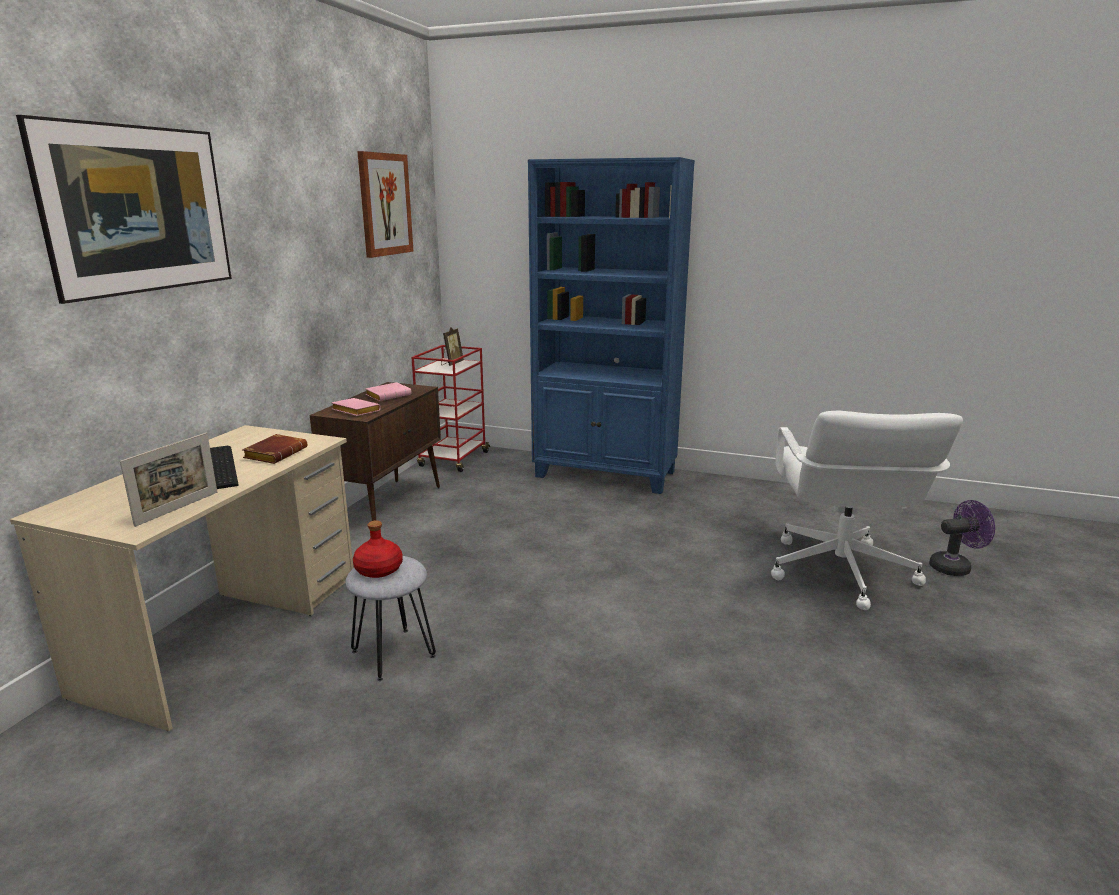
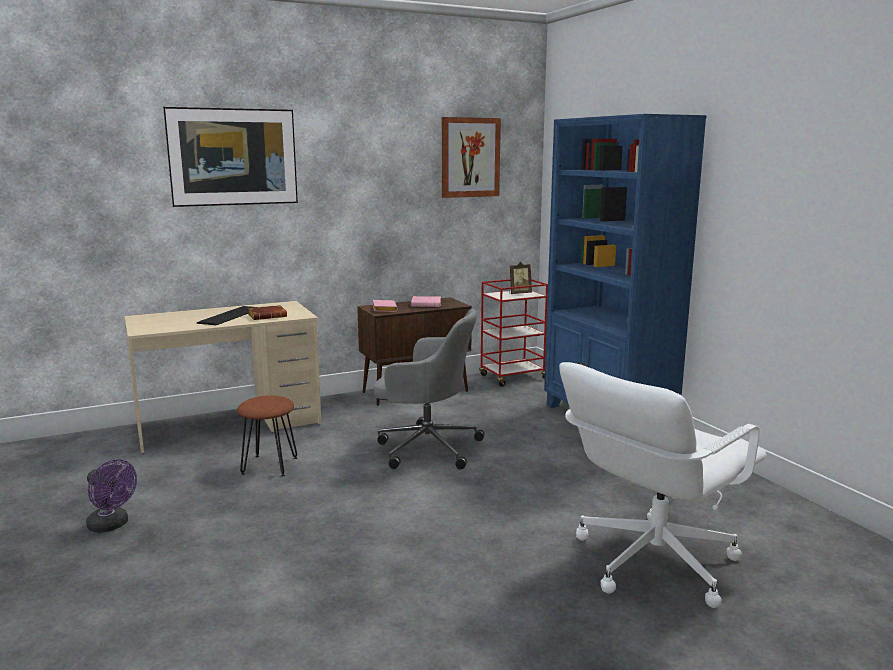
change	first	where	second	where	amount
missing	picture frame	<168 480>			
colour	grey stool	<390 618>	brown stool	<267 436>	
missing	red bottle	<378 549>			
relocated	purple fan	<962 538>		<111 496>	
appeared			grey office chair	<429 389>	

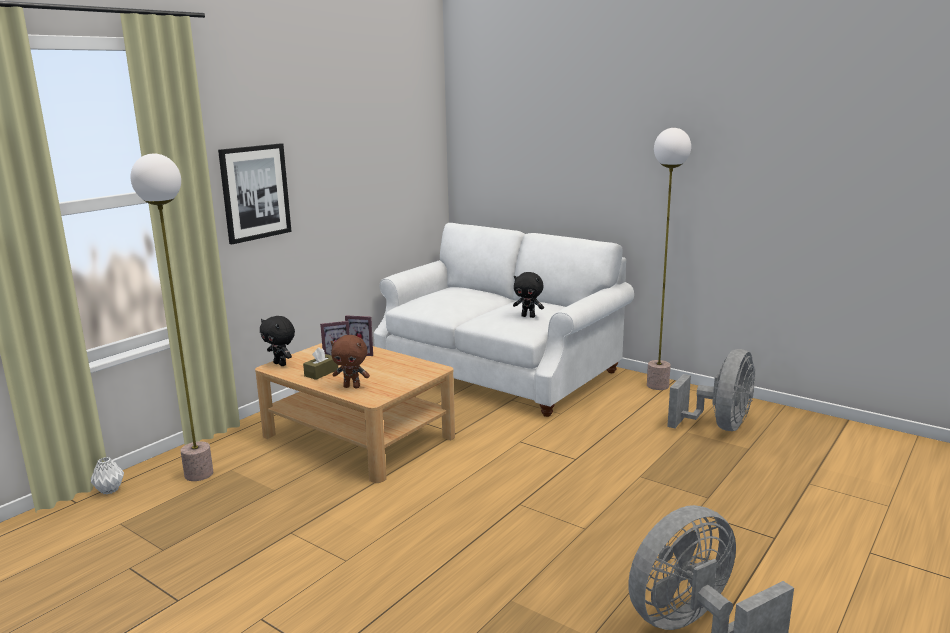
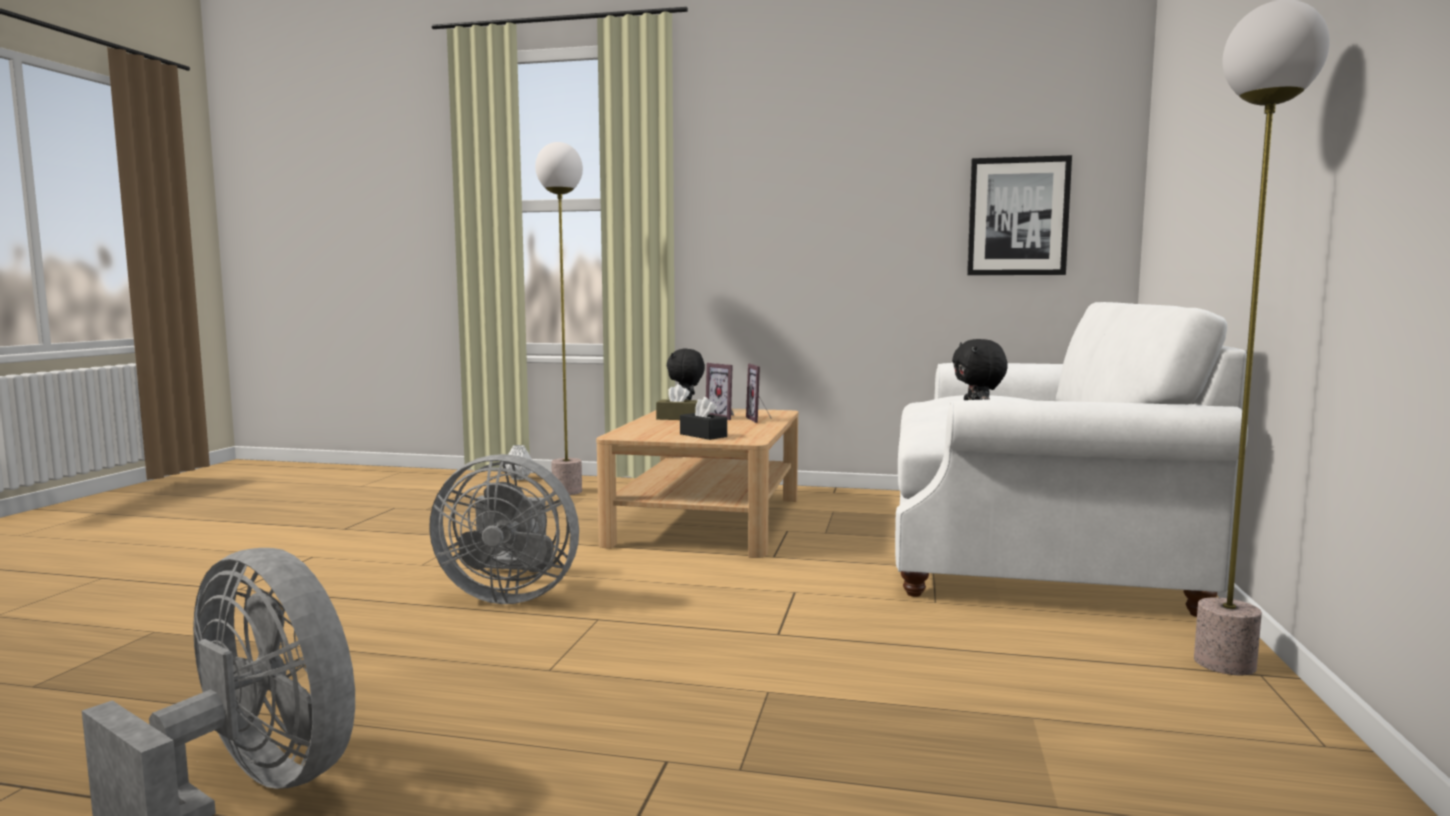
change	first	where	second	where	amount
relocated	picture	<255 193>		<1019 215>	
missing	brown plush toy	<350 361>			
relocated	grey fan	<711 390>		<504 529>	
appeared			black tissue box	<703 418>	

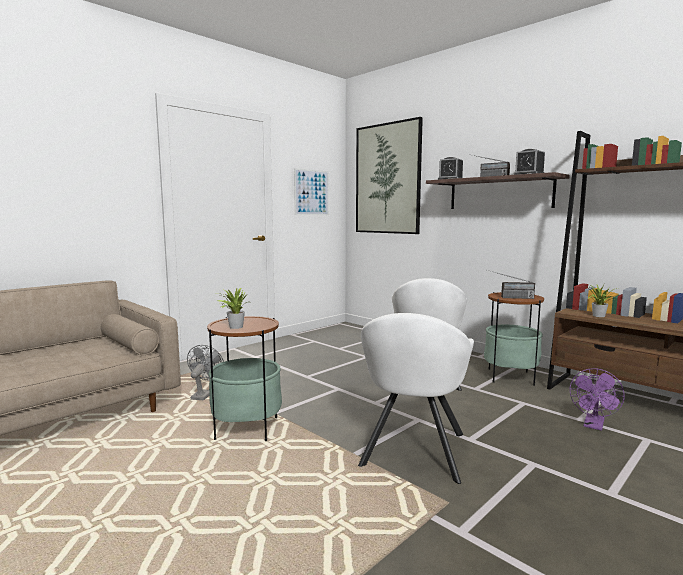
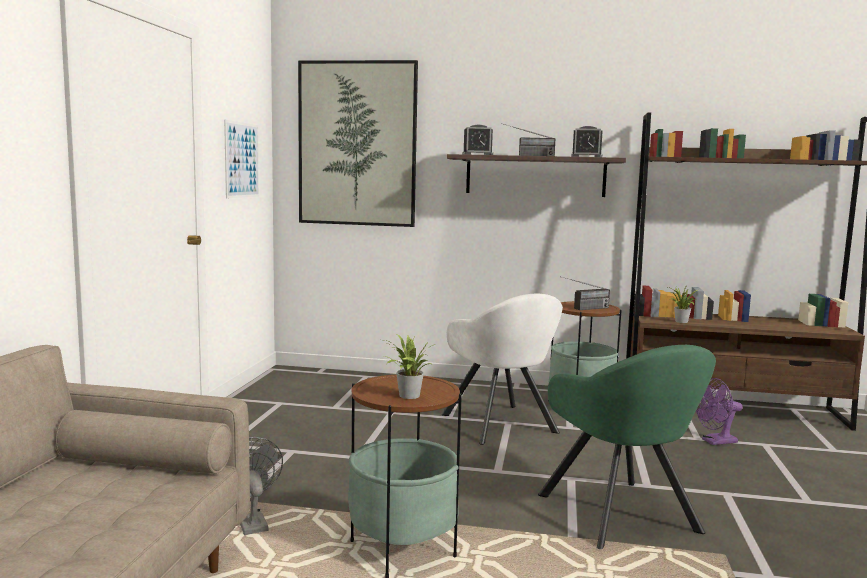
change	first	where	second	where	amount
colour	white armchair	<416 398>	green armchair	<627 447>	
spun	purple fan	<597 399>		<719 411>	75 degrees clockwise

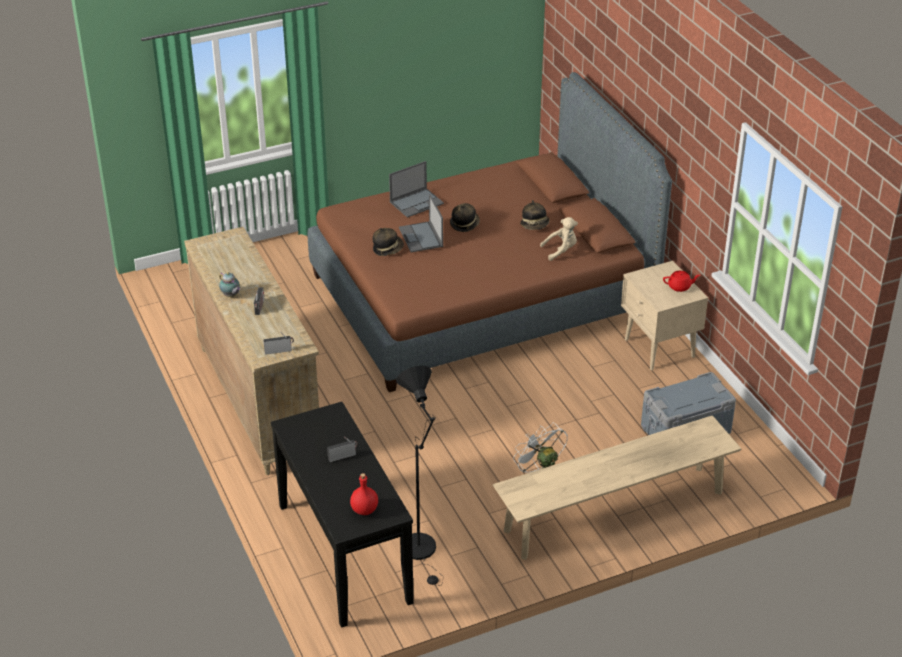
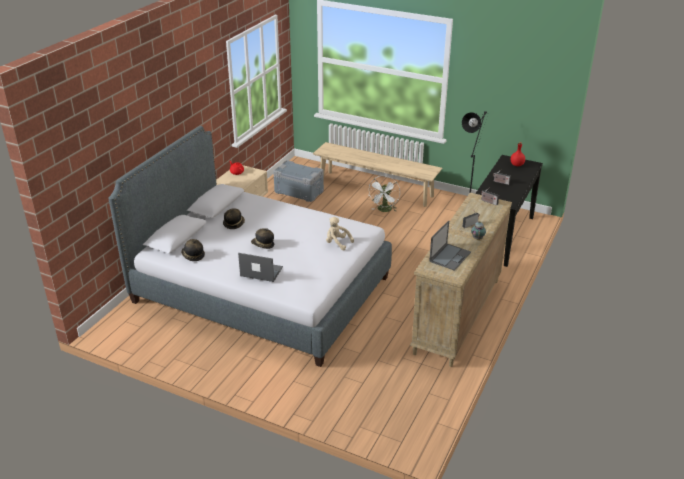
change	first	where	second	where	amount
colour	brown bed	<490 232>	grey bed	<250 246>	
relocated	hat	<388 242>		<193 250>	
relocated	laptop	<421 223>		<450 245>	
relocated	beige plush toy	<559 239>		<340 233>	

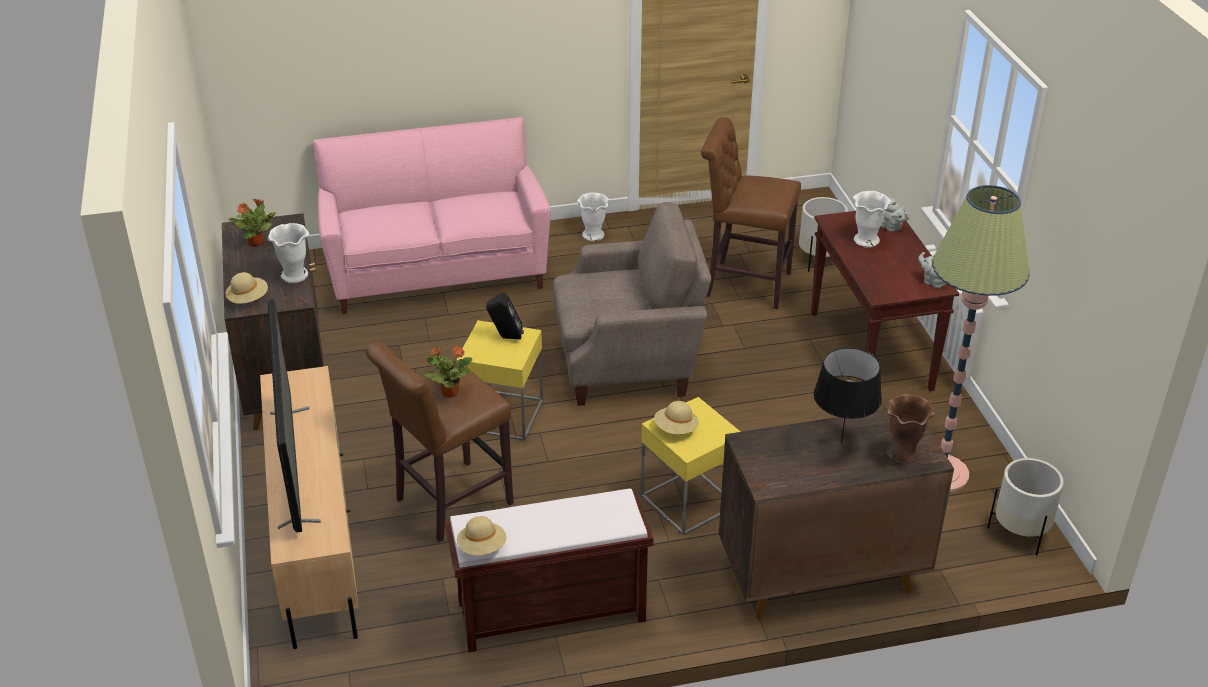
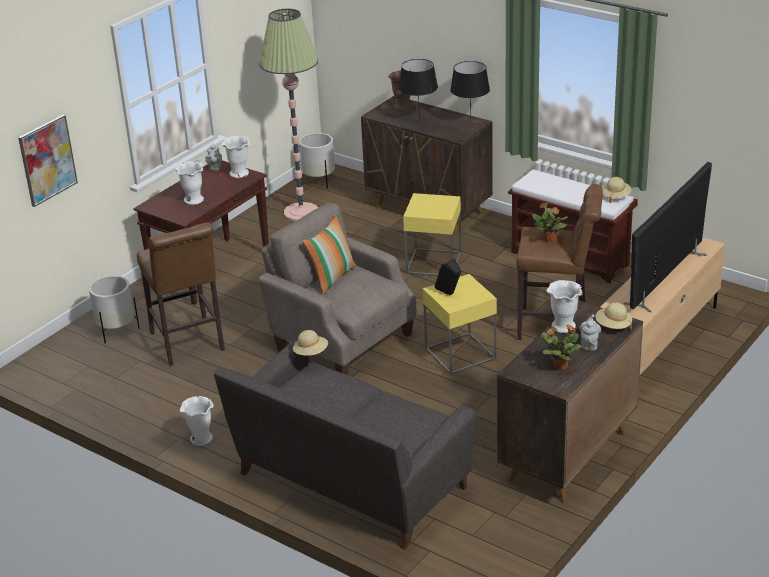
change	first	where	second	where	amount
colour	pink sofa	<432 215>	grey sofa	<345 445>	
relocated	beige hat	<676 417>		<310 343>	
relocated	grey teapot	<895 214>		<590 333>	
appeared			picture	<48 161>	
appeared			white vase	<236 157>	
appeared			pillow	<330 254>	
appeared			black table lamp	<470 91>	

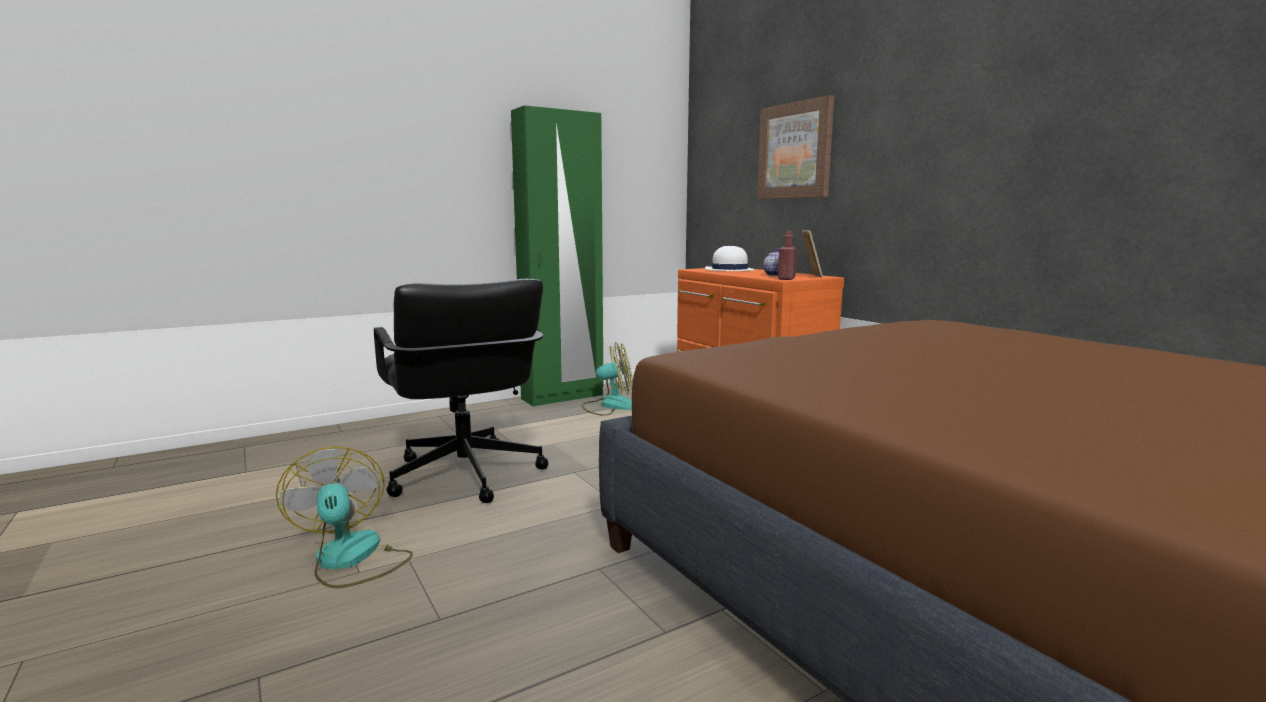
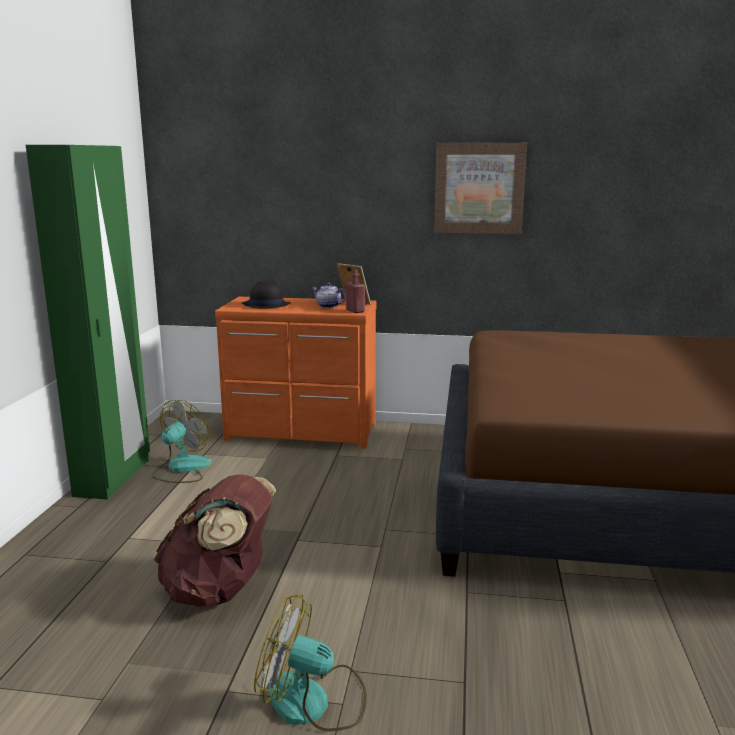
change	first	where	second	where	amount
exchanged	black office chair	<461 391>	brown backpack	<215 540>	
colour	white hat	<730 258>	black hat	<266 294>	
relocated	picture	<795 147>		<480 188>	

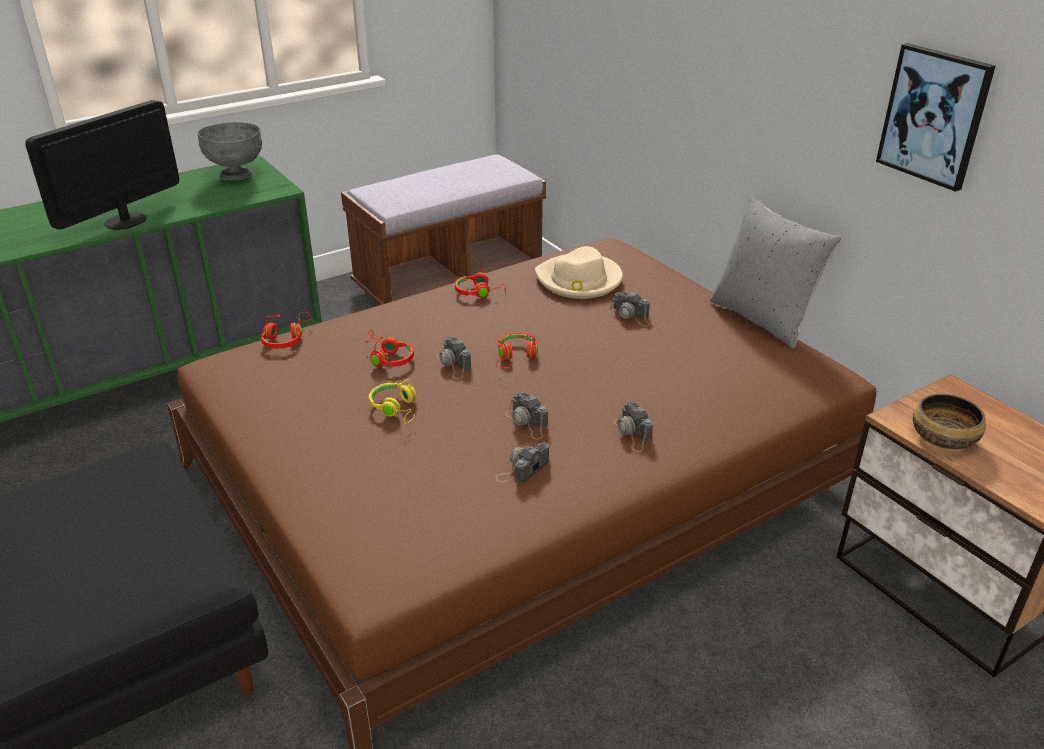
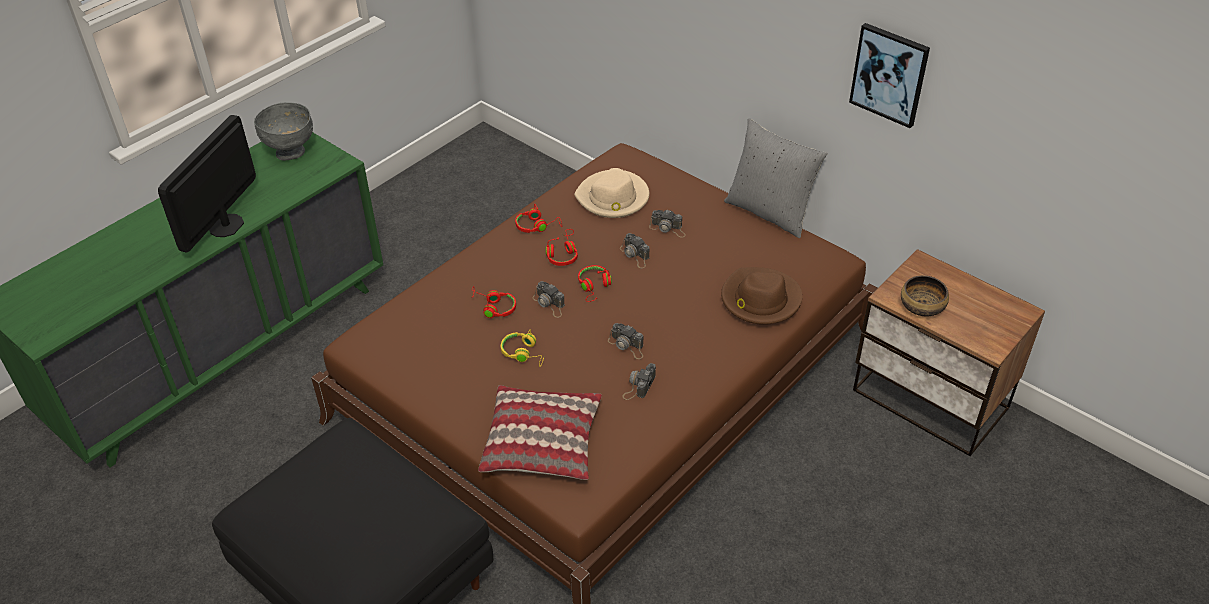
change	first	where	second	where	amount
relocated	red headphones	<286 330>		<562 247>	
missing	brown bench	<443 230>			
relocated	photo camera	<633 426>		<634 250>	
appeared			pillow	<540 432>	
appeared			brown hat	<762 296>	

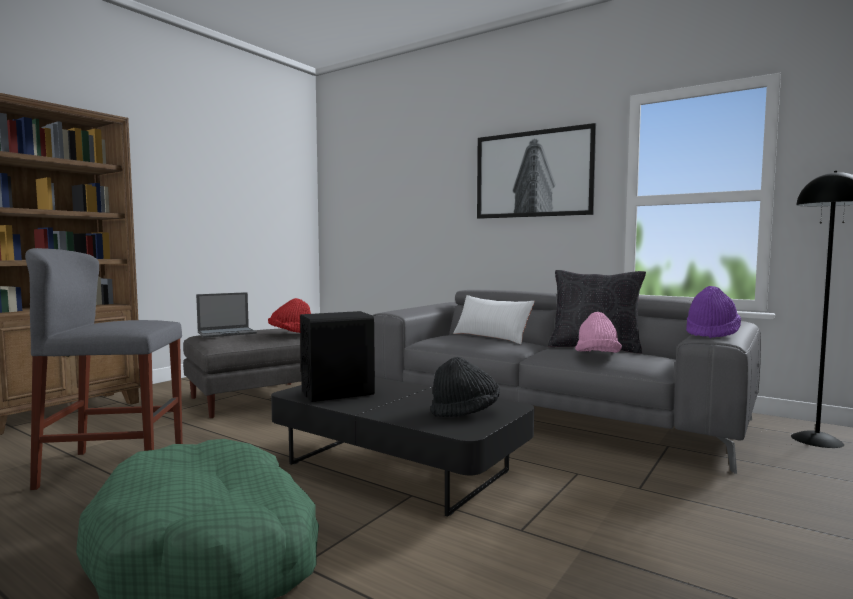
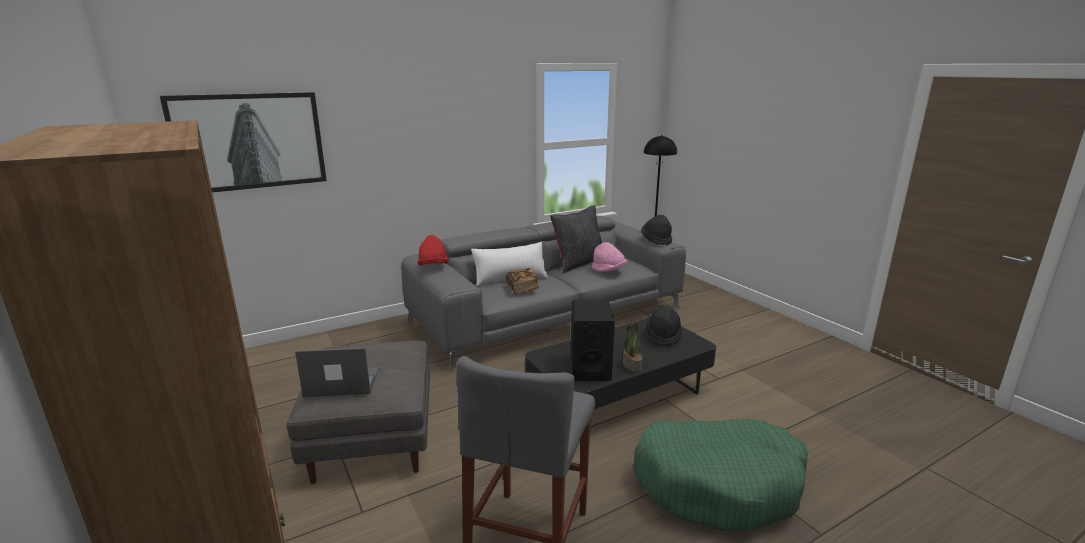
change	first	where	second	where	amount
spun	laptop	<226 315>		<337 372>	90 degrees counterclockwise
relocated	red hat	<289 315>		<433 250>	
relocated	picture	<536 171>		<243 142>	
colour	purple hat	<713 312>	black hat	<656 230>	
appeared			book	<522 281>	
appeared			potted plant	<632 347>	

